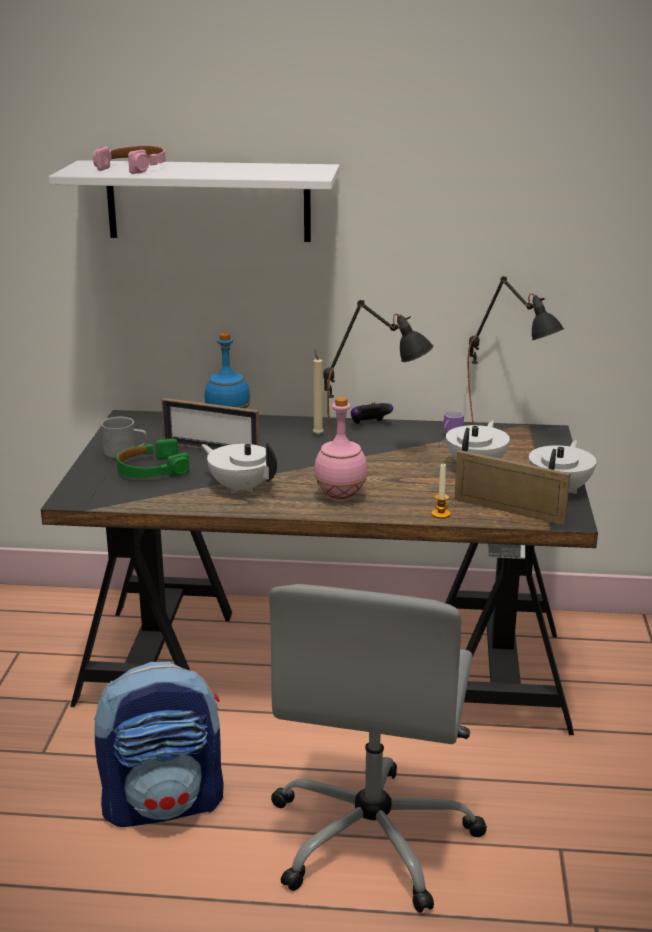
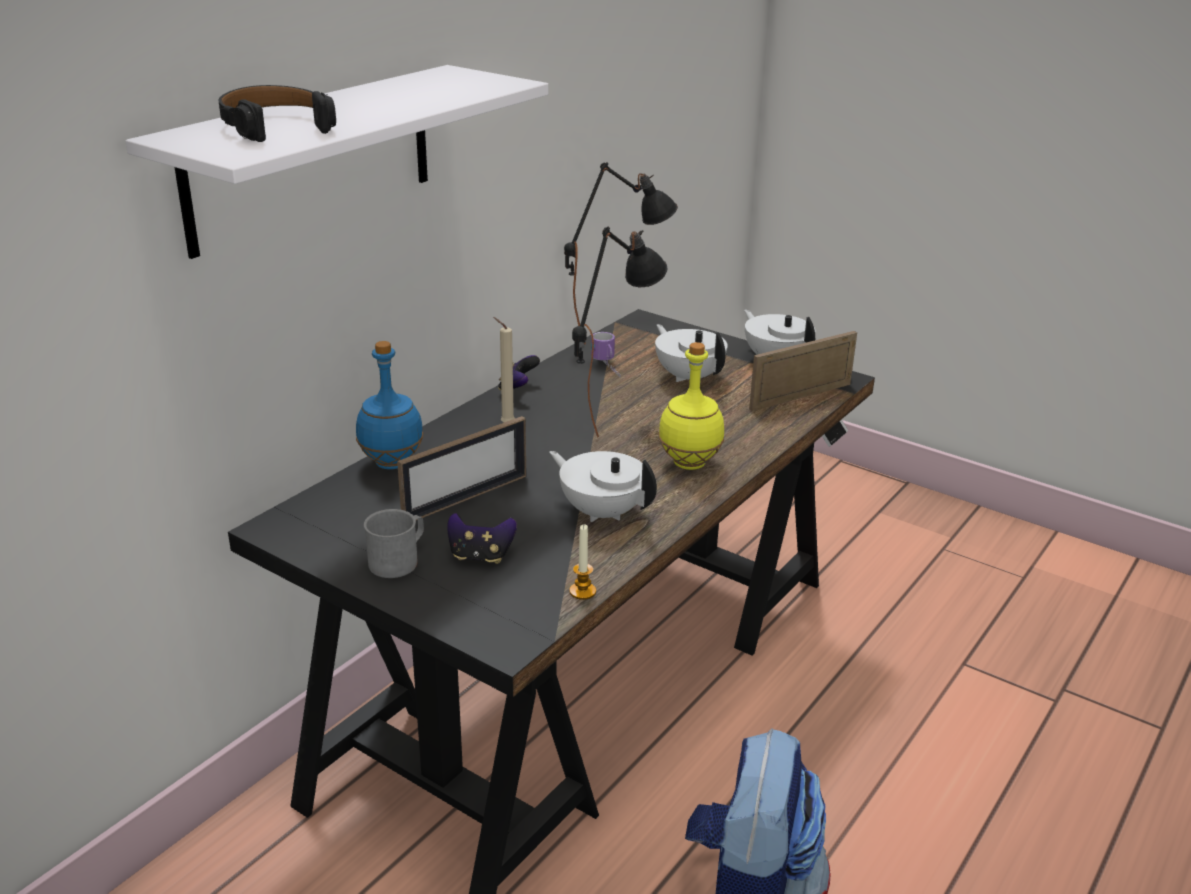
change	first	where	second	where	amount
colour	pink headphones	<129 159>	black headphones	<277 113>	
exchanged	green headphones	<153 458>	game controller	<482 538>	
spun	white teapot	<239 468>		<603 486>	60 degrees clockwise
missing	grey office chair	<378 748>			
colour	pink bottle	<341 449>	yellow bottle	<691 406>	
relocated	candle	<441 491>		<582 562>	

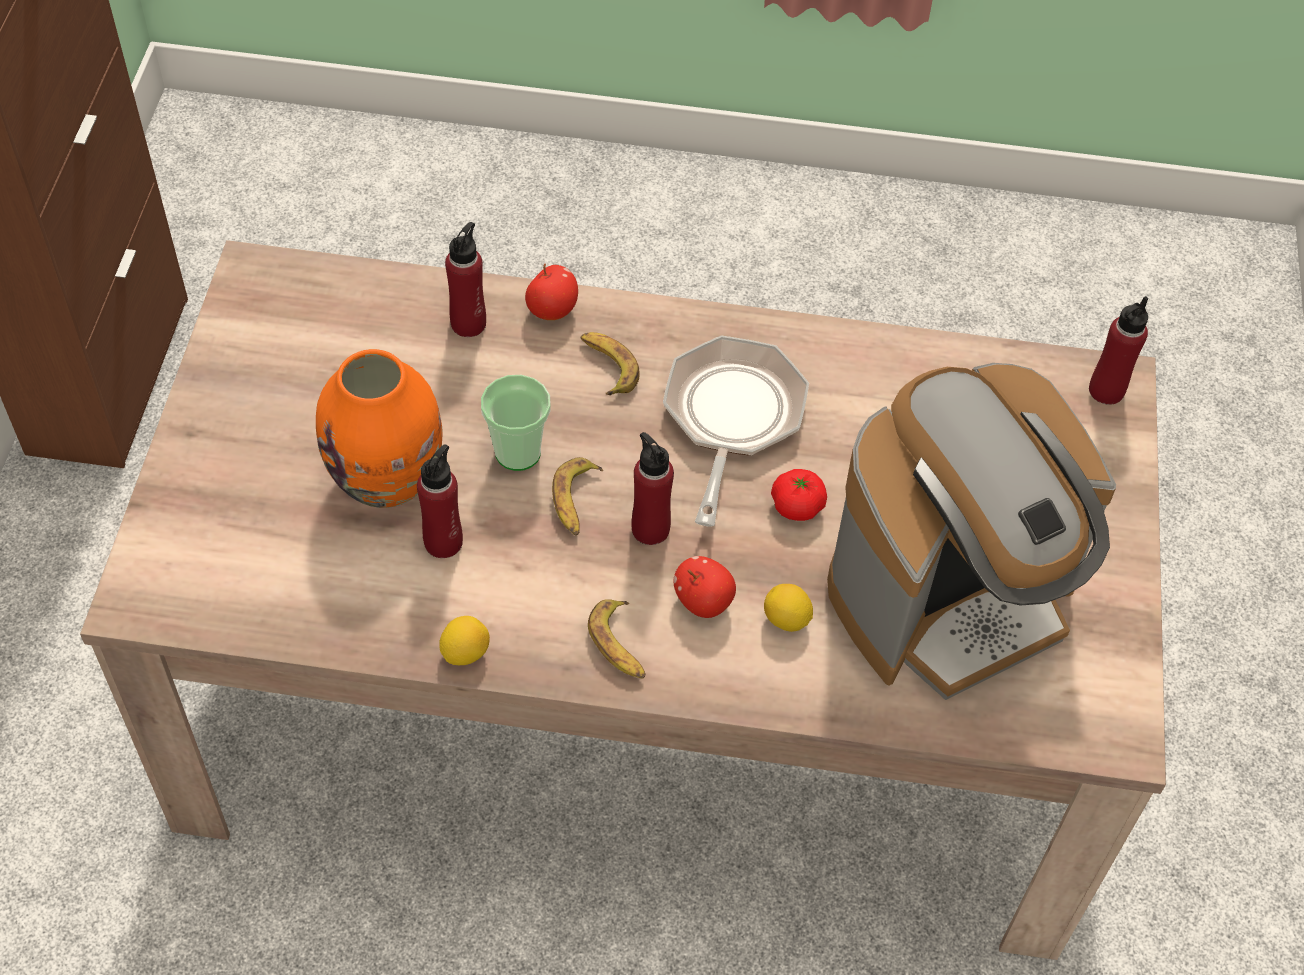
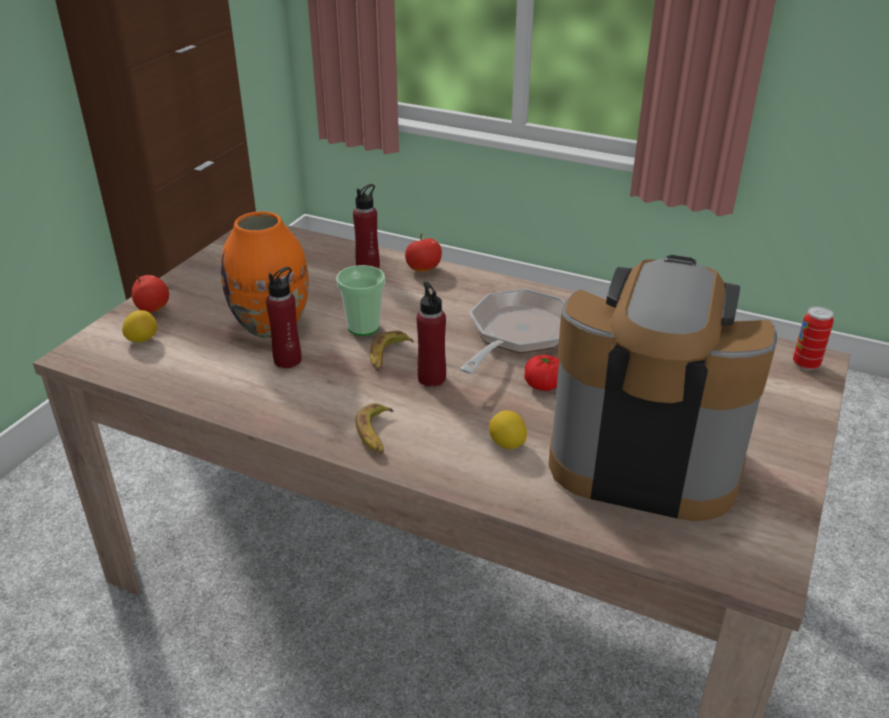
change	first	where	second	where	amount
relocated	lemon	<464 640>		<139 326>	
missing	banana	<610 363>			
relocated	apple	<705 587>		<150 294>	
spun	coffee machine	<971 531>		<663 388>	150 degrees counterclockwise
exchanged	red bottle	<1118 350>	can	<813 338>	

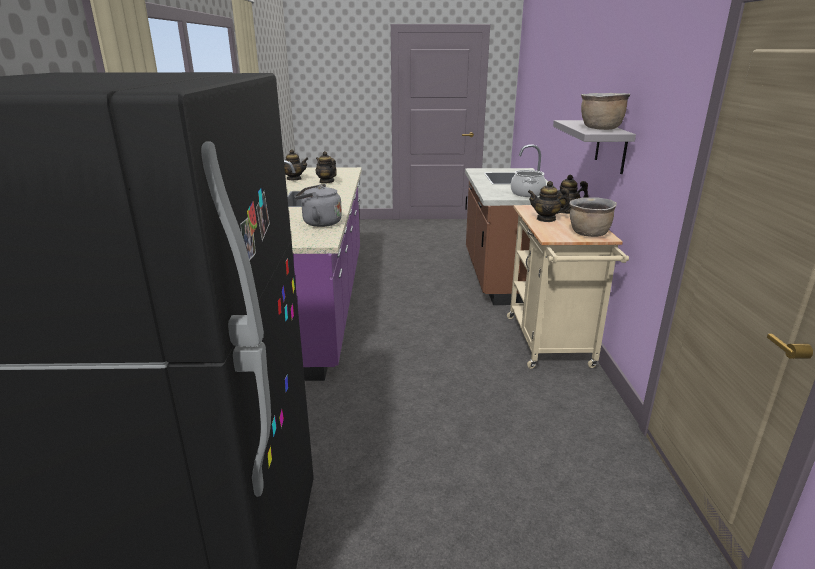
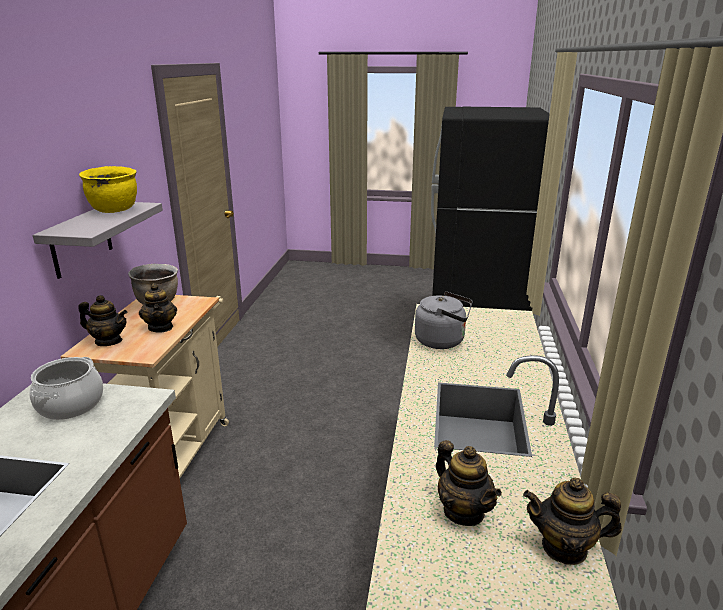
change	first	where	second	where	amount
spun	teapot	<549 201>		<158 308>	45 degrees clockwise
colour	brown cooking pot	<605 111>	yellow cooking pot	<108 189>	

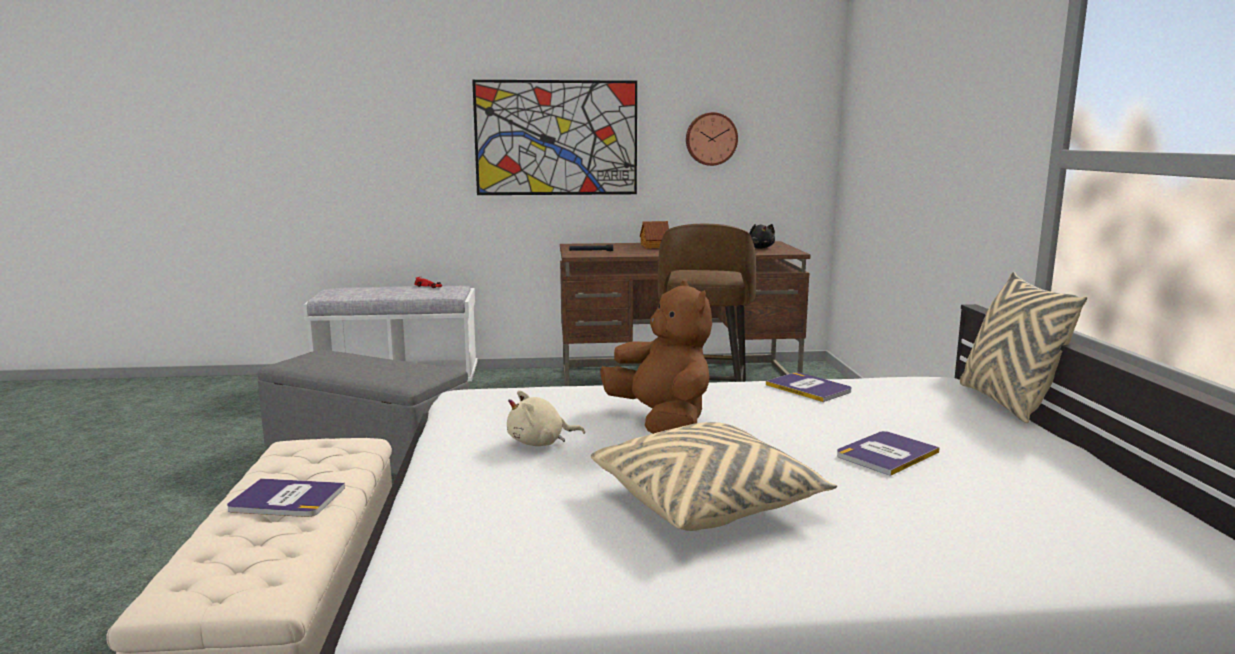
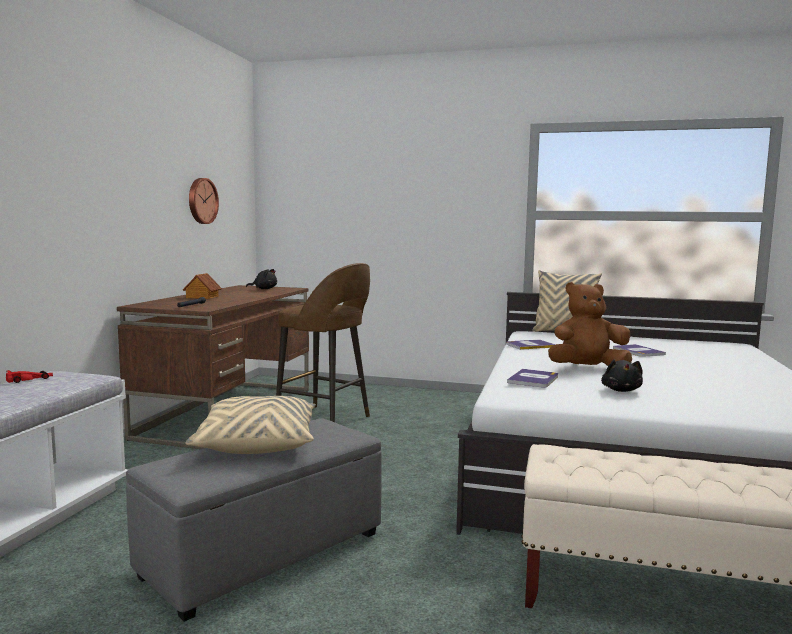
change	first	where	second	where	amount
relocated	book	<286 497>		<532 378>	
missing	picture	<554 137>			
colour	beige plush toy	<546 418>	black plush toy	<622 375>	
relocated	beige pillow	<714 476>		<250 425>	

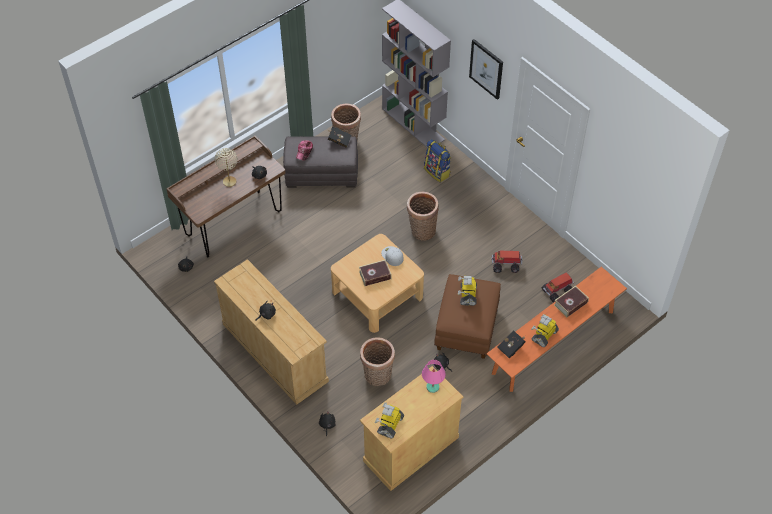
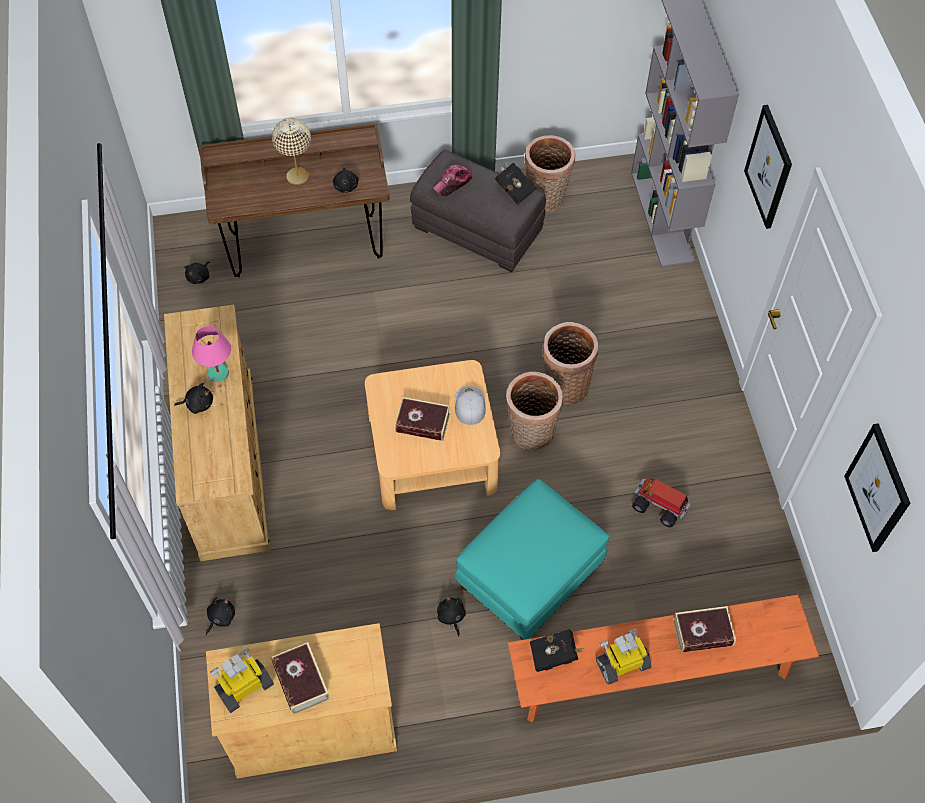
change	first	where	second	where	amount
relocated	basket	<377 361>		<534 411>	
relocated	pink table lamp	<434 376>		<211 354>	
missing	backpack	<437 161>			
colour	brown ottoman	<467 316>	turquoise ottoman	<532 559>	
missing	toy robot	<467 291>			
missing	toy truck	<558 287>			
appeared			book	<300 678>	
appeared			picture	<877 487>	

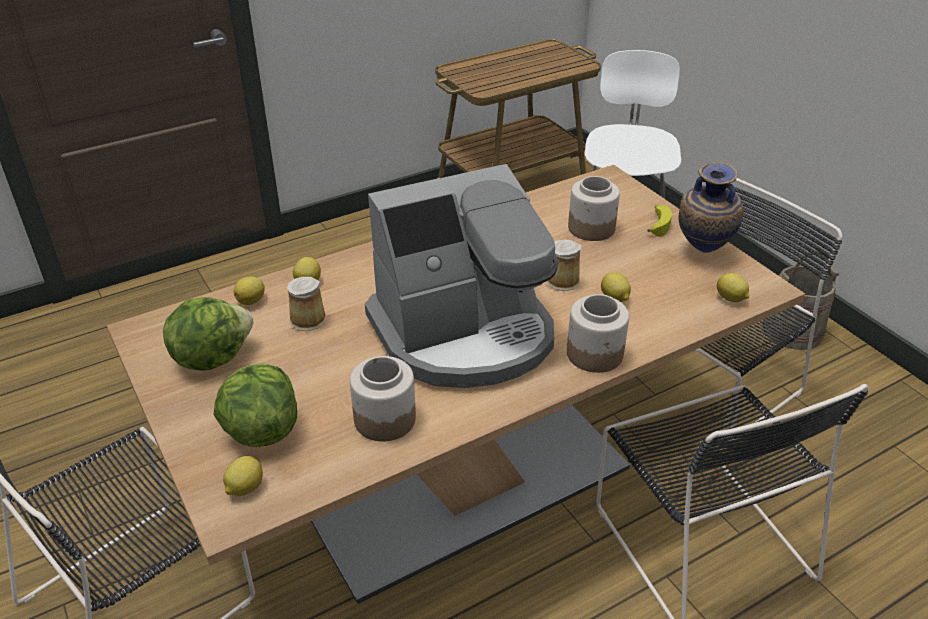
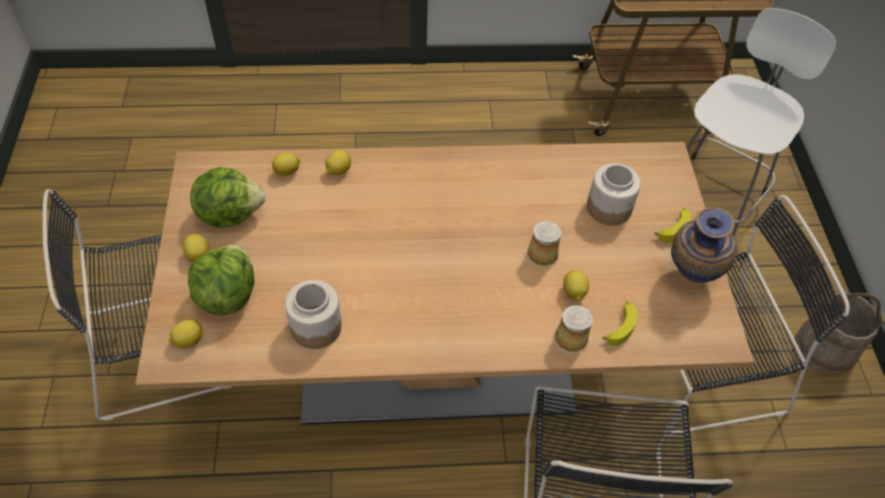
change	first	where	second	where	amount
relocated	mug	<307 304>		<573 329>	
missing	coffee machine	<462 276>			
missing	jar	<598 333>			
relocated	lemon	<733 287>		<196 248>	
appeared			banana	<620 323>	

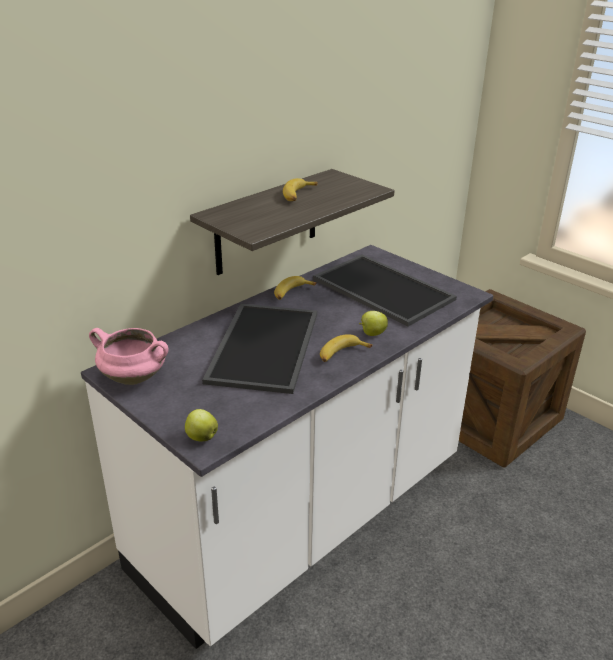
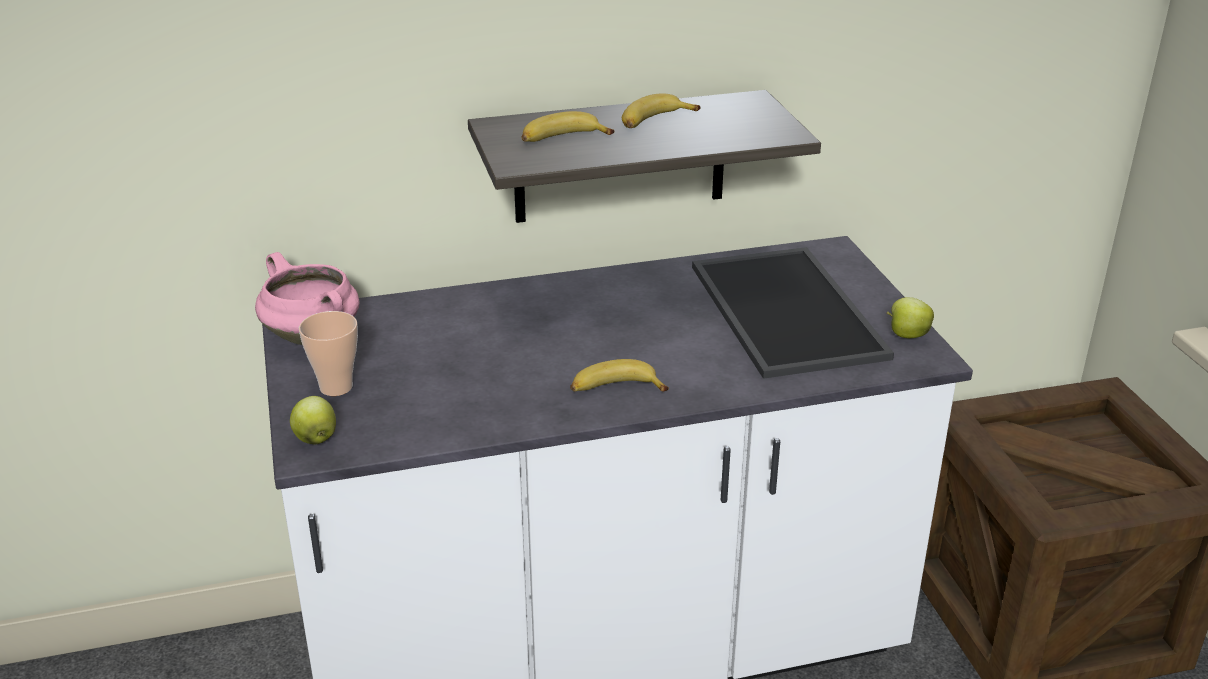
change	first	where	second	where	amount
missing	tray	<259 349>			
relocated	banana	<295 288>		<568 126>	
relocated	apple	<373 323>		<910 317>	
appeared			cup	<328 353>	

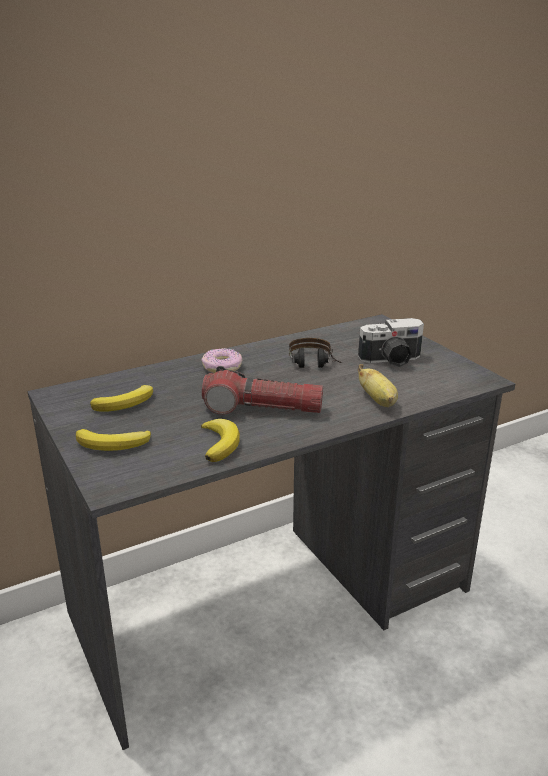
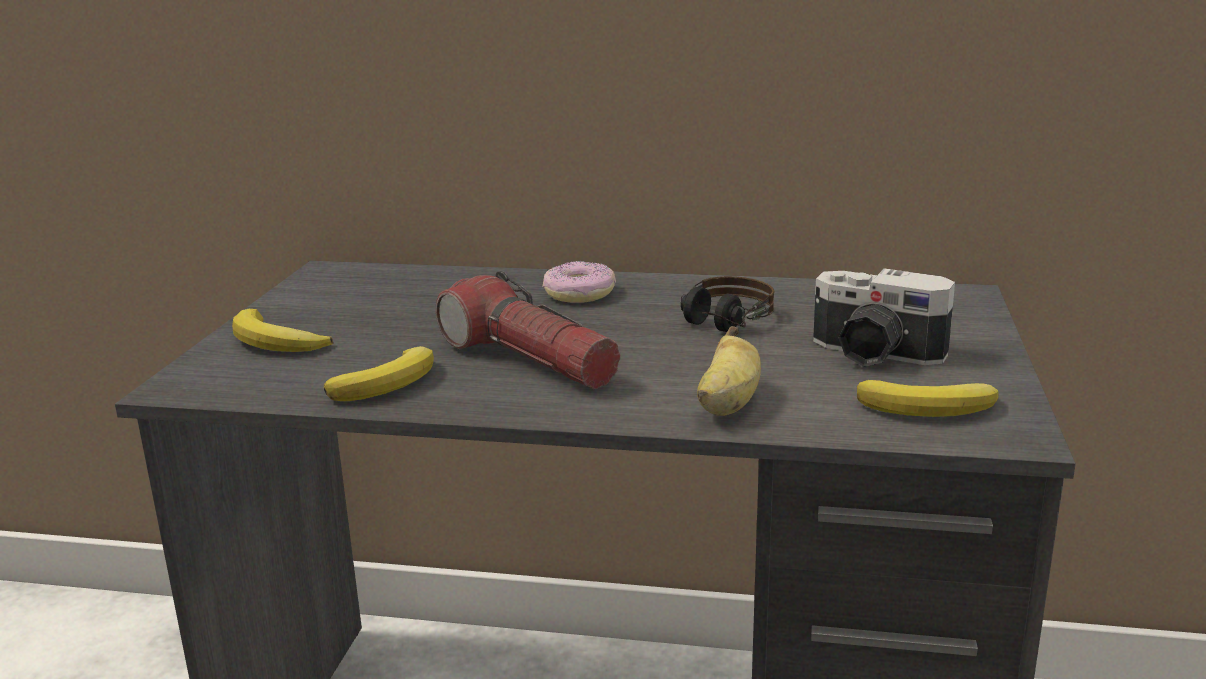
change	first	where	second	where	amount
relocated	banana	<121 398>		<928 398>	

